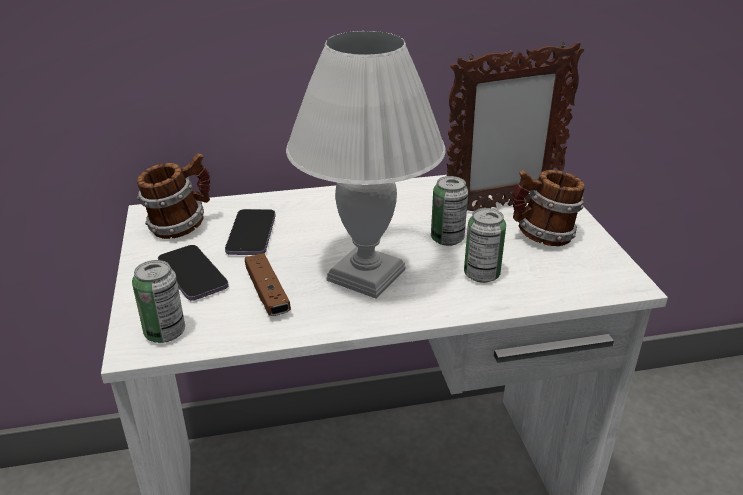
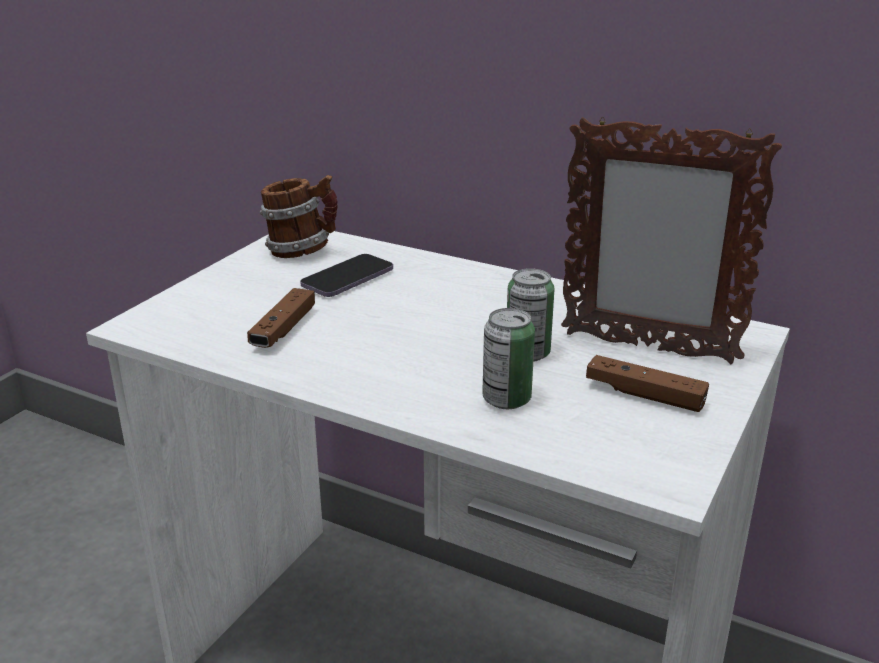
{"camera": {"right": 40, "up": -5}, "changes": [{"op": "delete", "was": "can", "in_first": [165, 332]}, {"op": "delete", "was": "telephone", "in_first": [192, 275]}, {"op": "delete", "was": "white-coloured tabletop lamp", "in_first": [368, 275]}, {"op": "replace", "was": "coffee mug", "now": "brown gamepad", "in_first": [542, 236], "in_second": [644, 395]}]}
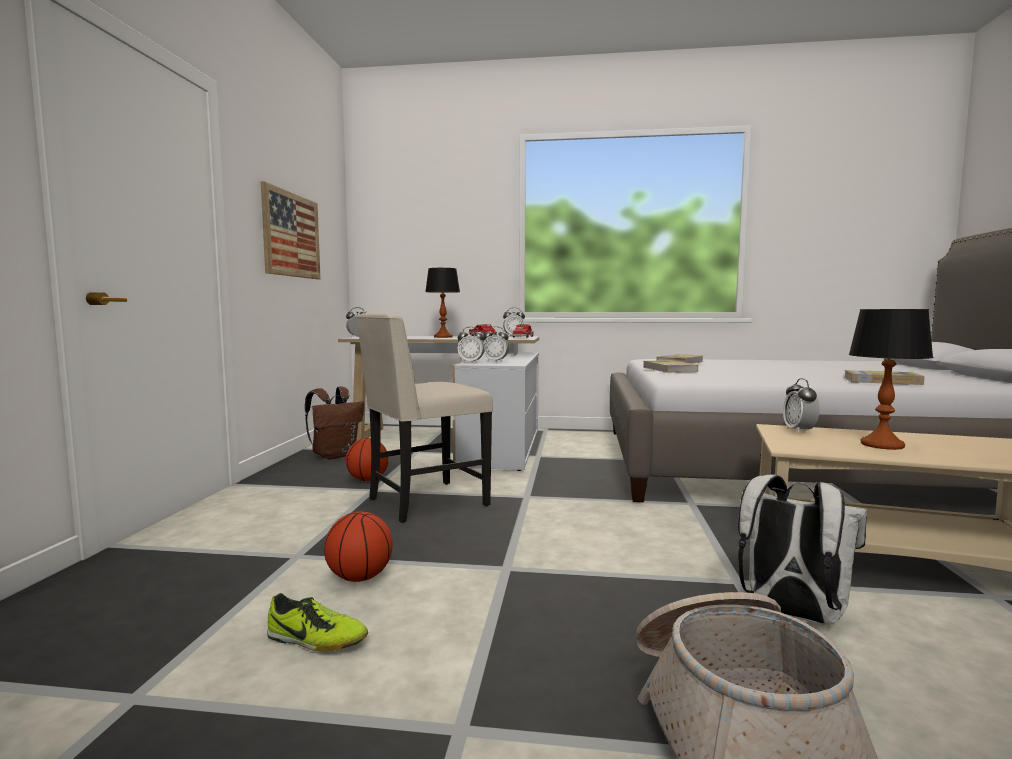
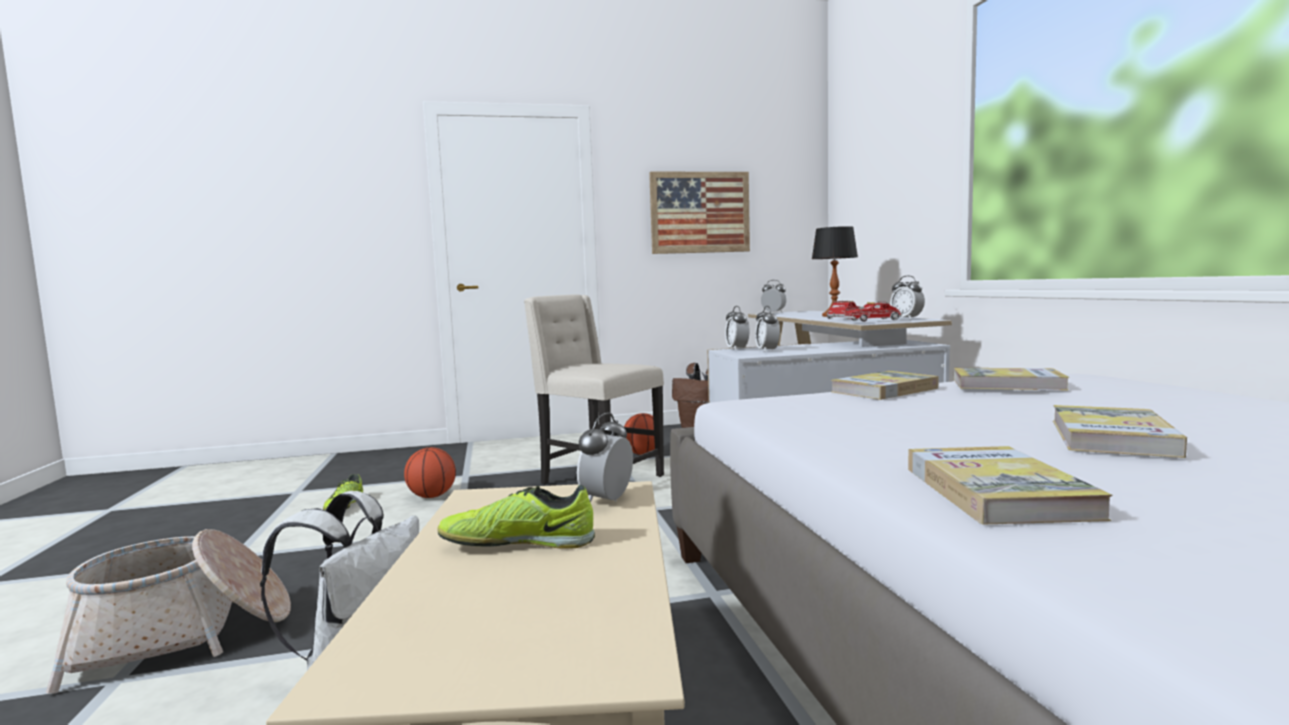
{"camera": {"right": 70, "up": 0}, "changes": [{"op": "insert", "now": "bound book", "in_second": [1111, 437]}, {"op": "replace", "was": "tabletop lamp", "now": "low shoe", "in_first": [882, 445], "in_second": [518, 543]}, {"op": "rotate", "was": "bedside clock", "in_first": [799, 431], "in_second": [607, 500], "clockwise": -45}]}
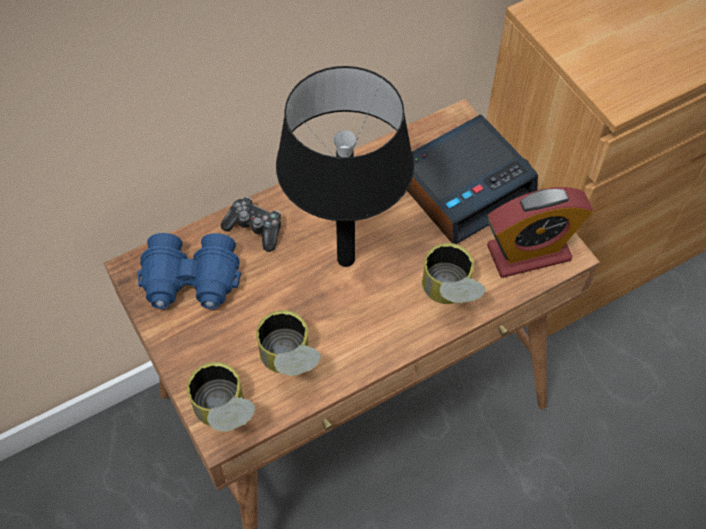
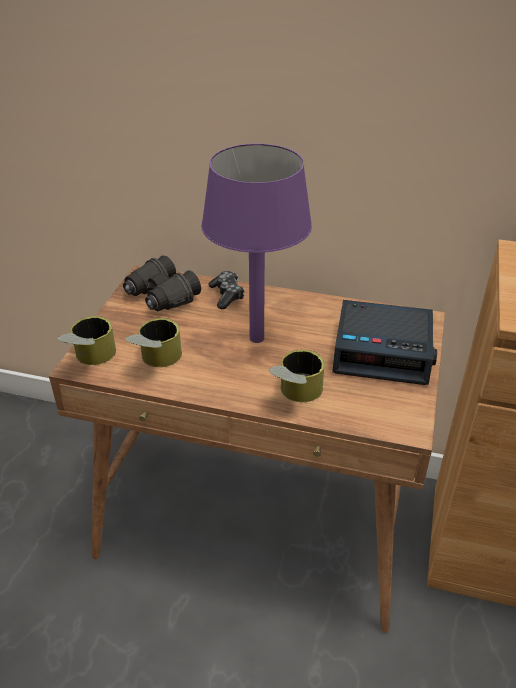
{"camera": {"right": 45, "up": -20}, "changes": [{"op": "delete", "was": "bedside clock", "in_first": [529, 253]}, {"op": "recolor", "was": "blue pair of binoculars", "now": "black-coloured pair of binoculars", "in_first": [191, 282], "in_second": [161, 297]}, {"op": "recolor", "was": "black-coloured tabletop lamp", "now": "purplish tabletop lamp", "in_first": [345, 259], "in_second": [256, 338]}]}
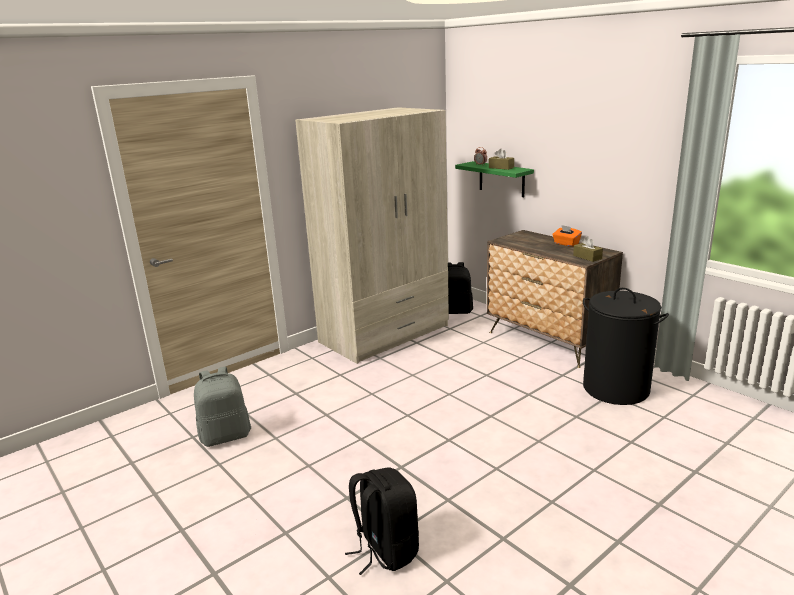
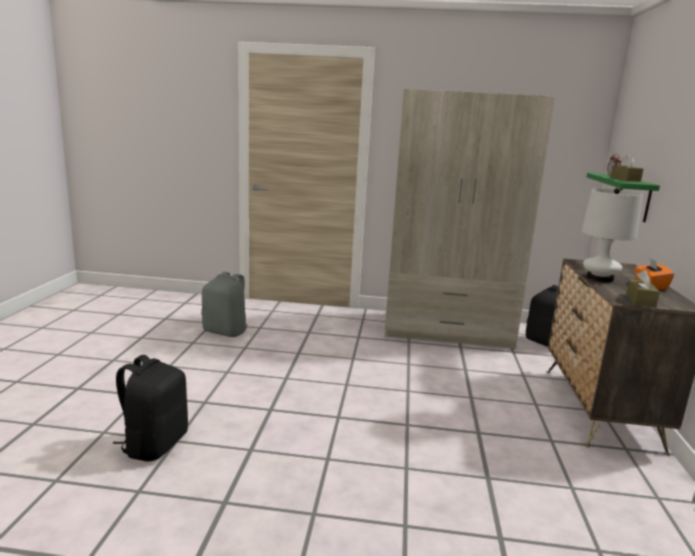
{"camera": {"right": 45, "up": -5}, "changes": [{"op": "delete", "was": "black-coloured laundry basket", "in_first": [616, 388]}, {"op": "insert", "now": "white-coloured tabletop lamp", "in_second": [599, 278]}]}
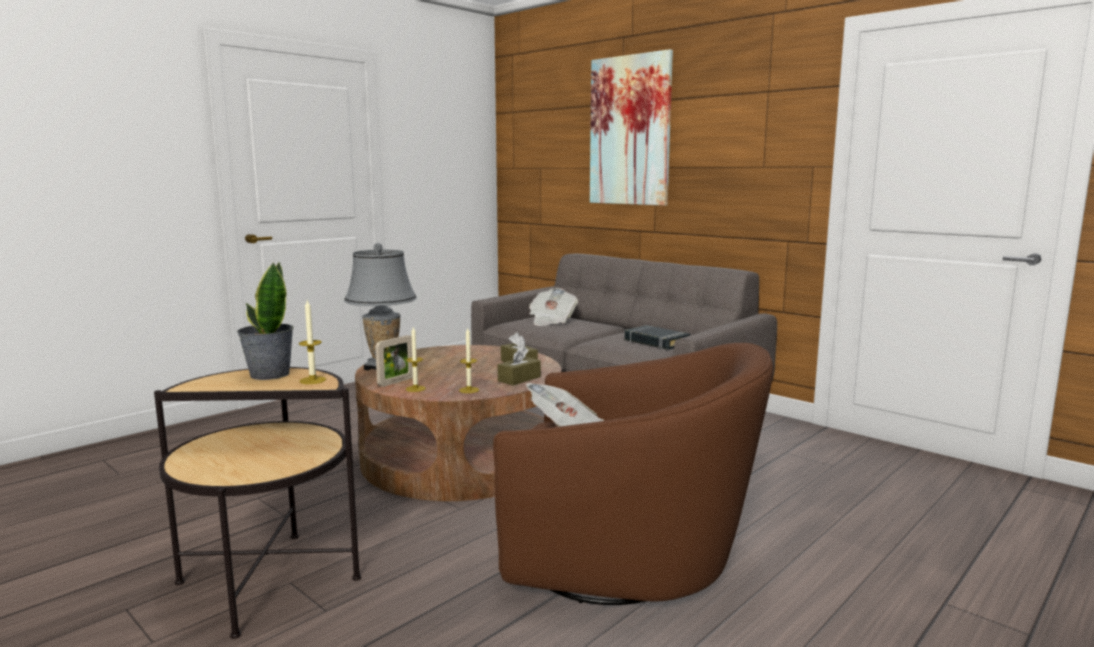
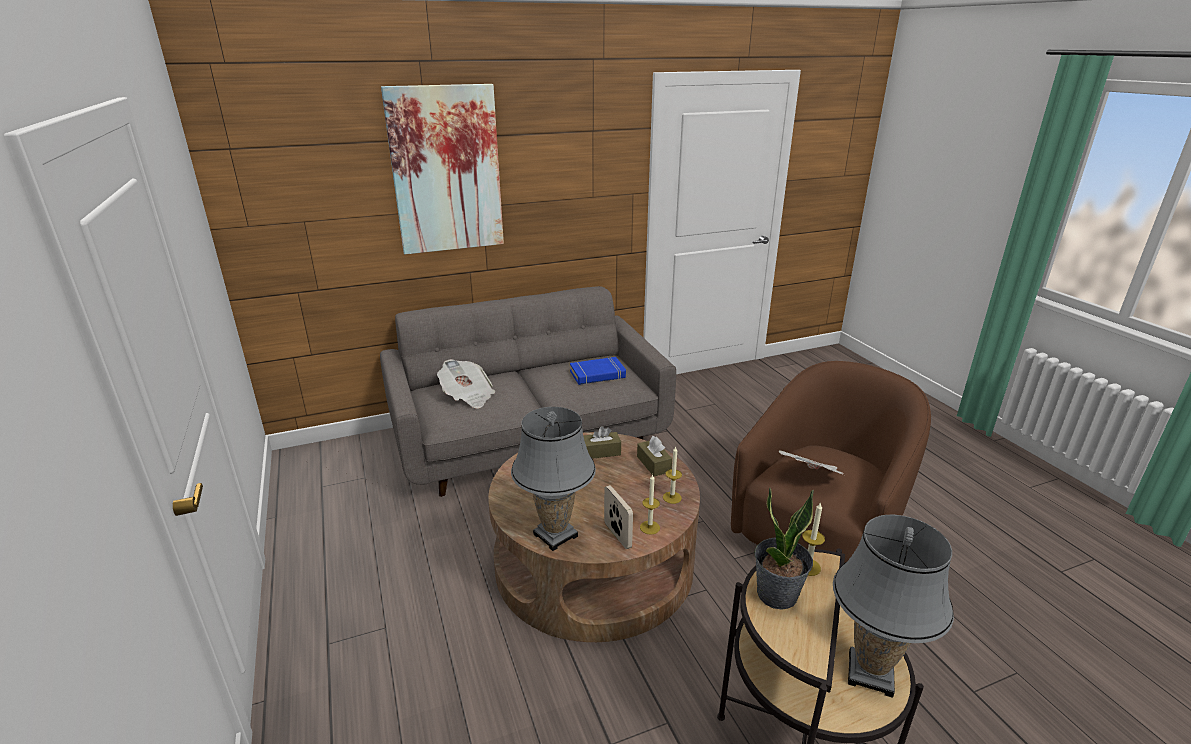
{"camera": {"right": -65, "up": 15}, "changes": [{"op": "insert", "now": "grey tabletop lamp", "in_second": [870, 674]}, {"op": "recolor", "was": "black-coloured bound book", "now": "blue bound book", "in_first": [656, 342], "in_second": [597, 375]}]}
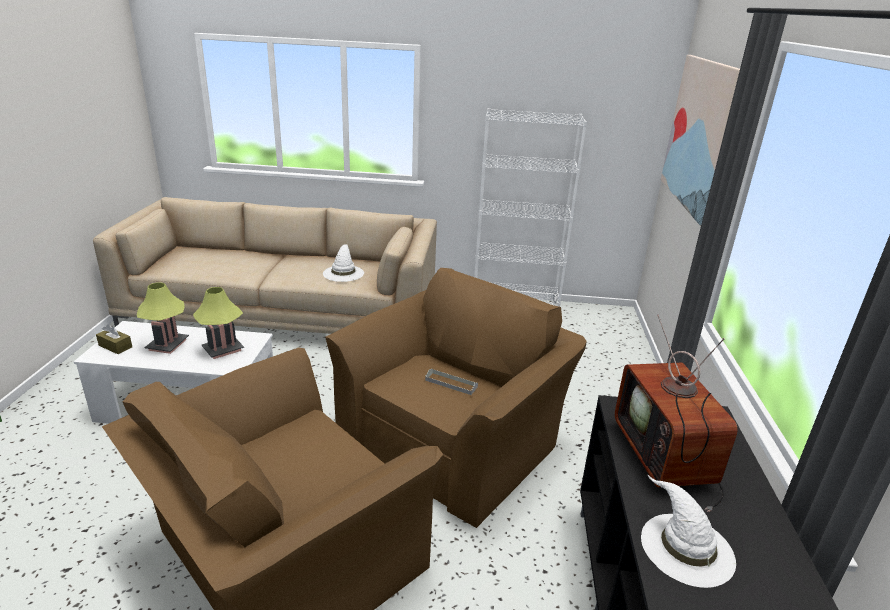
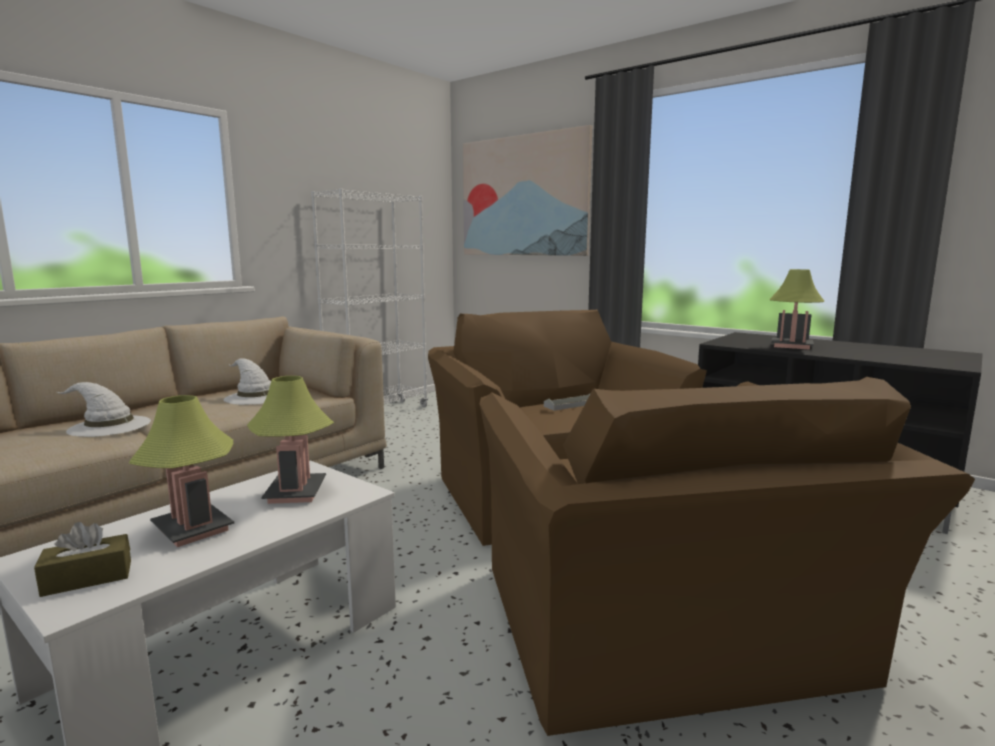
{"camera": {"right": -55, "up": -15}, "changes": [{"op": "move", "was": "white-coloured wearable hat", "in_first": [685, 547], "in_second": [108, 426]}, {"op": "replace", "was": "television", "now": "tabletop lamp", "in_first": [667, 457], "in_second": [791, 346]}]}
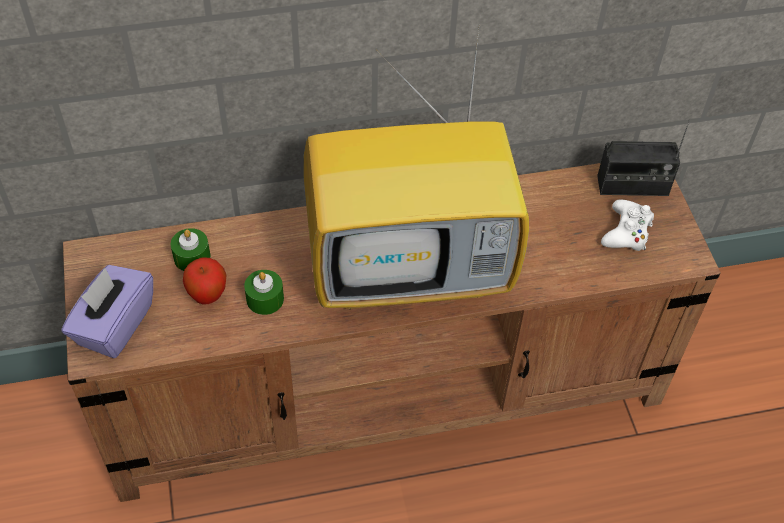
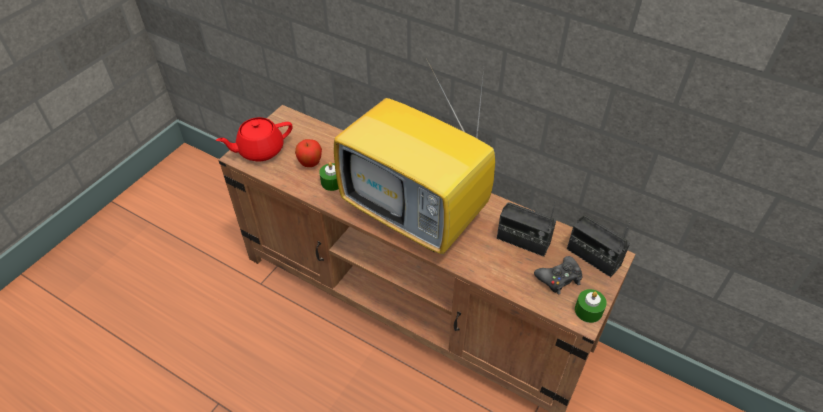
{"camera": {"right": 45, "up": -5}, "changes": [{"op": "insert", "now": "radio set", "in_second": [523, 241]}, {"op": "move", "was": "greenish candle", "in_first": [192, 257], "in_second": [588, 310]}, {"op": "replace", "was": "purplish box of tissues", "now": "reddish tea pot", "in_first": [114, 325], "in_second": [260, 150]}, {"op": "recolor", "was": "white-coloured gamepad", "now": "black-coloured gamepad", "in_first": [627, 232], "in_second": [559, 278]}]}
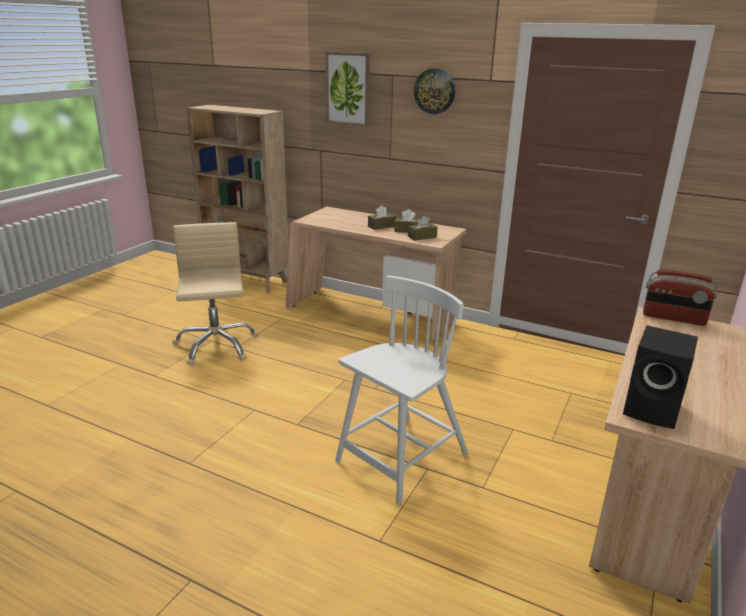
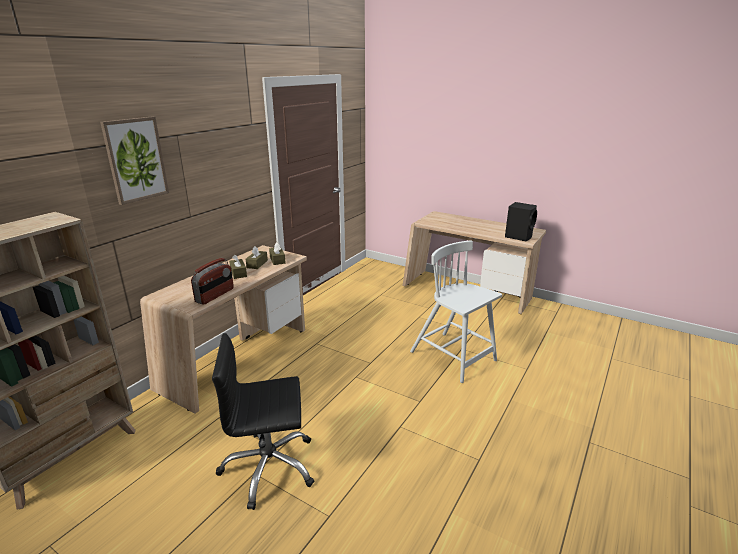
{"camera": {"right": -85, "up": 0}, "changes": [{"op": "delete", "was": "wall clock", "in_first": [434, 91]}, {"op": "move", "was": "radio set", "in_first": [673, 318], "in_second": [215, 295]}, {"op": "recolor", "was": "beige computer chair", "now": "black-coloured computer chair", "in_first": [216, 345], "in_second": [269, 467]}]}
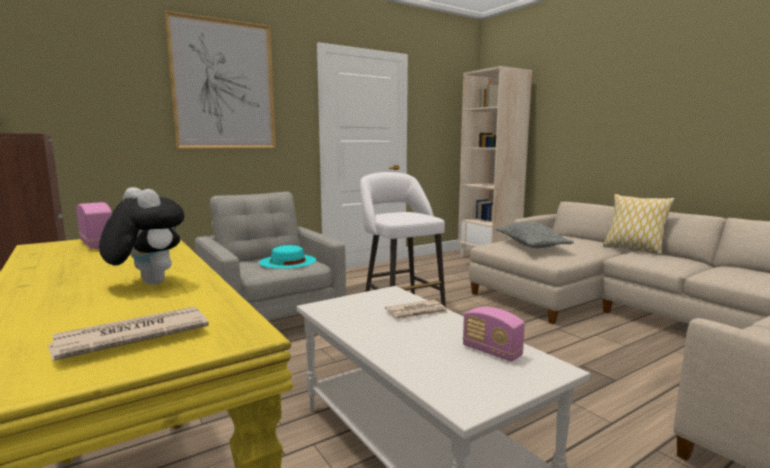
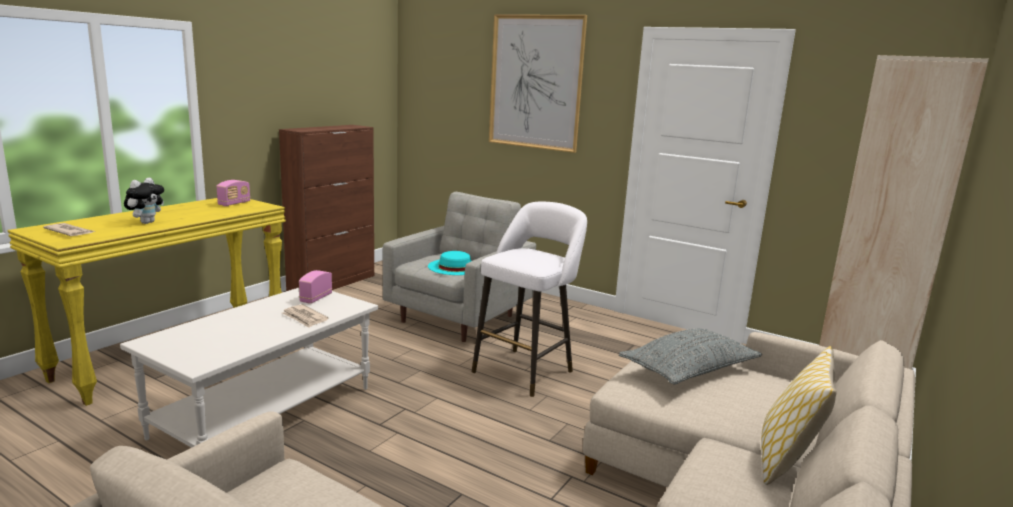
{"camera": {"right": 65, "up": 5}, "changes": [{"op": "move", "was": "radio set", "in_first": [491, 351], "in_second": [316, 298]}]}
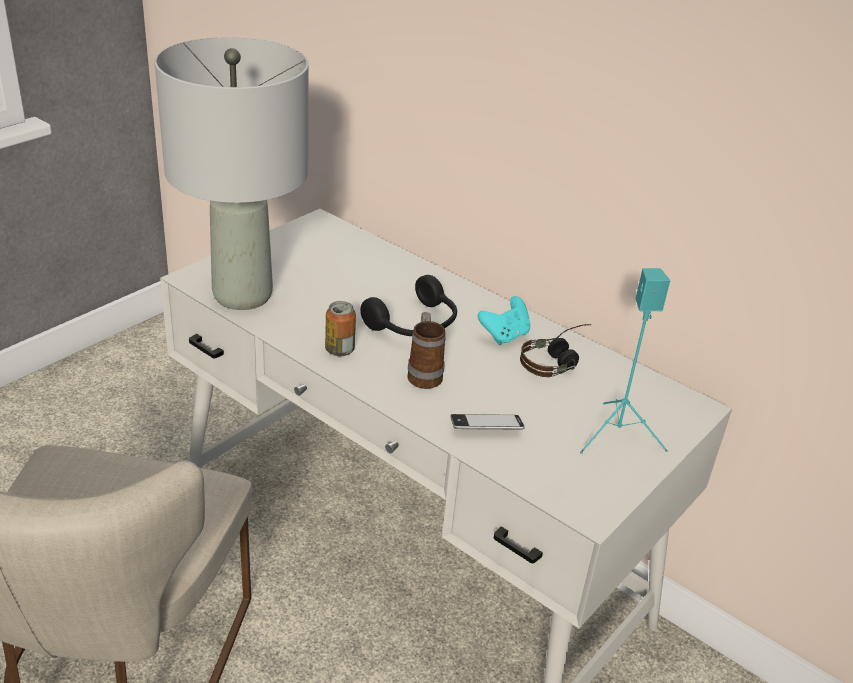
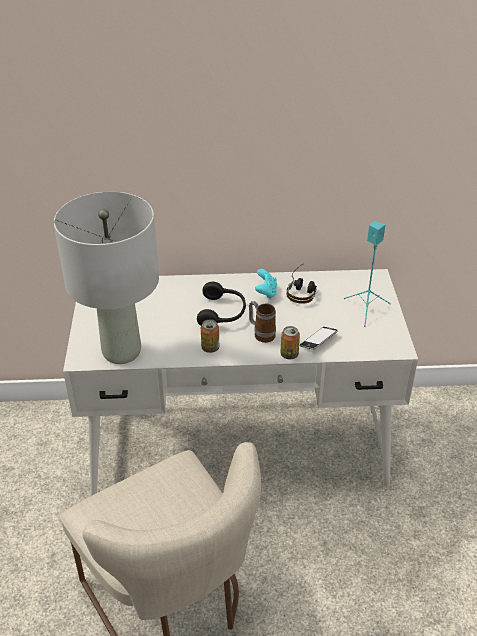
{"camera": {"right": -40, "up": 5}, "changes": [{"op": "insert", "now": "can", "in_second": [289, 354]}]}
